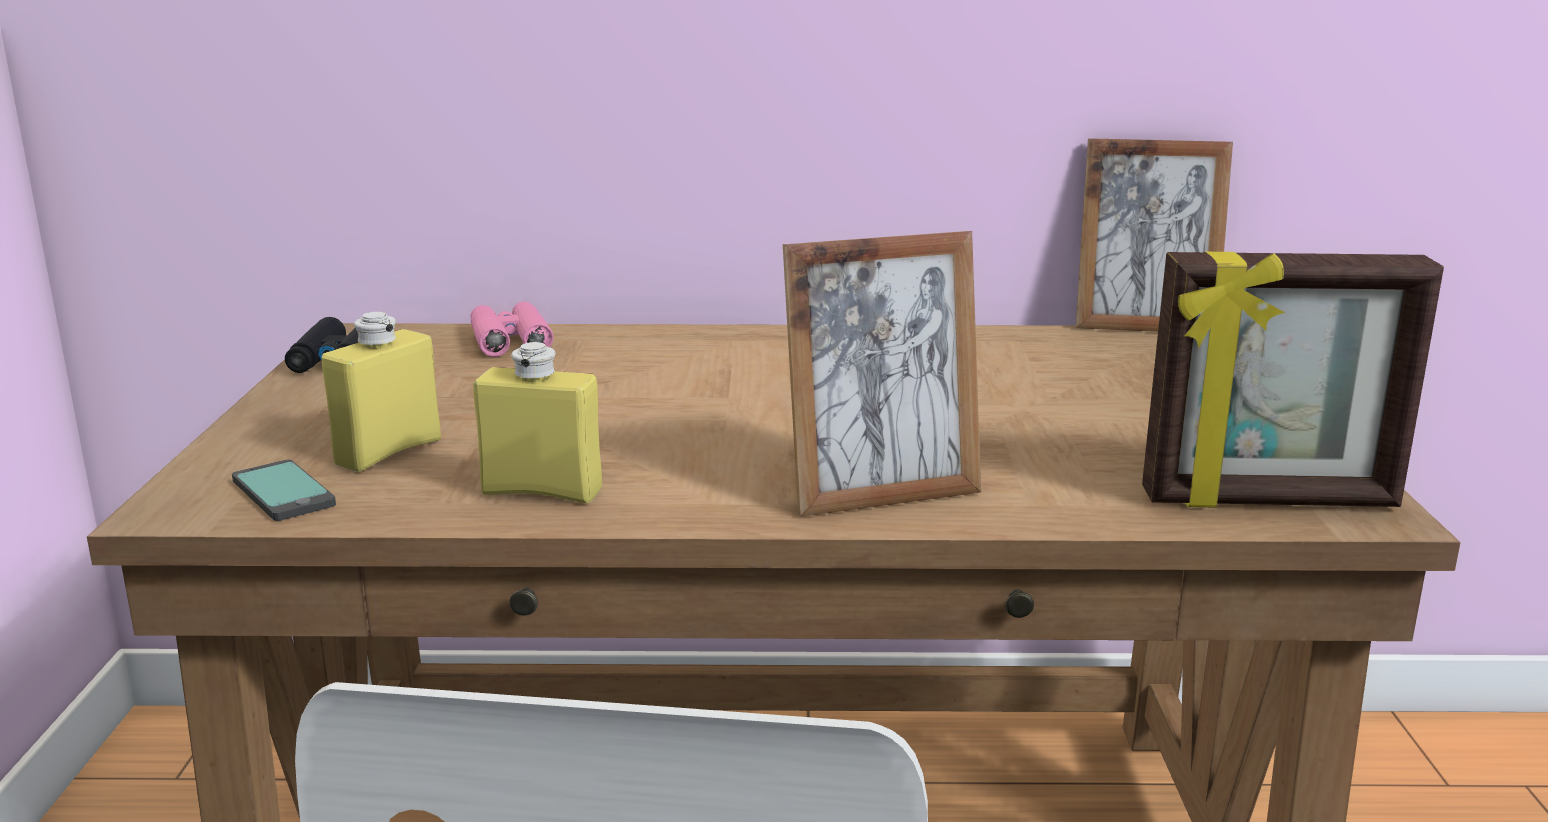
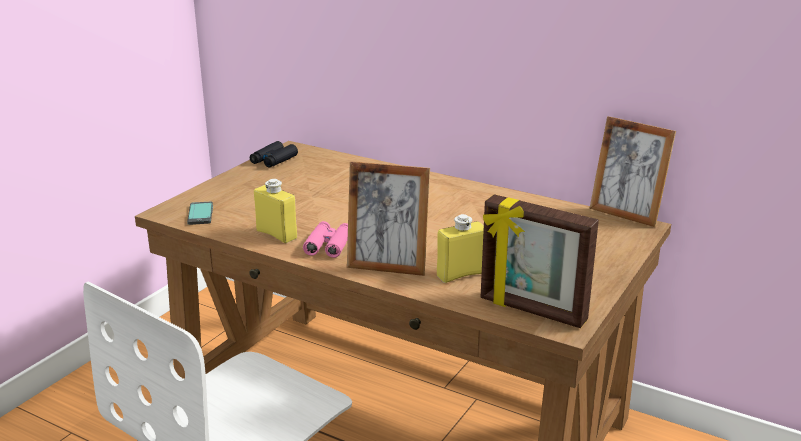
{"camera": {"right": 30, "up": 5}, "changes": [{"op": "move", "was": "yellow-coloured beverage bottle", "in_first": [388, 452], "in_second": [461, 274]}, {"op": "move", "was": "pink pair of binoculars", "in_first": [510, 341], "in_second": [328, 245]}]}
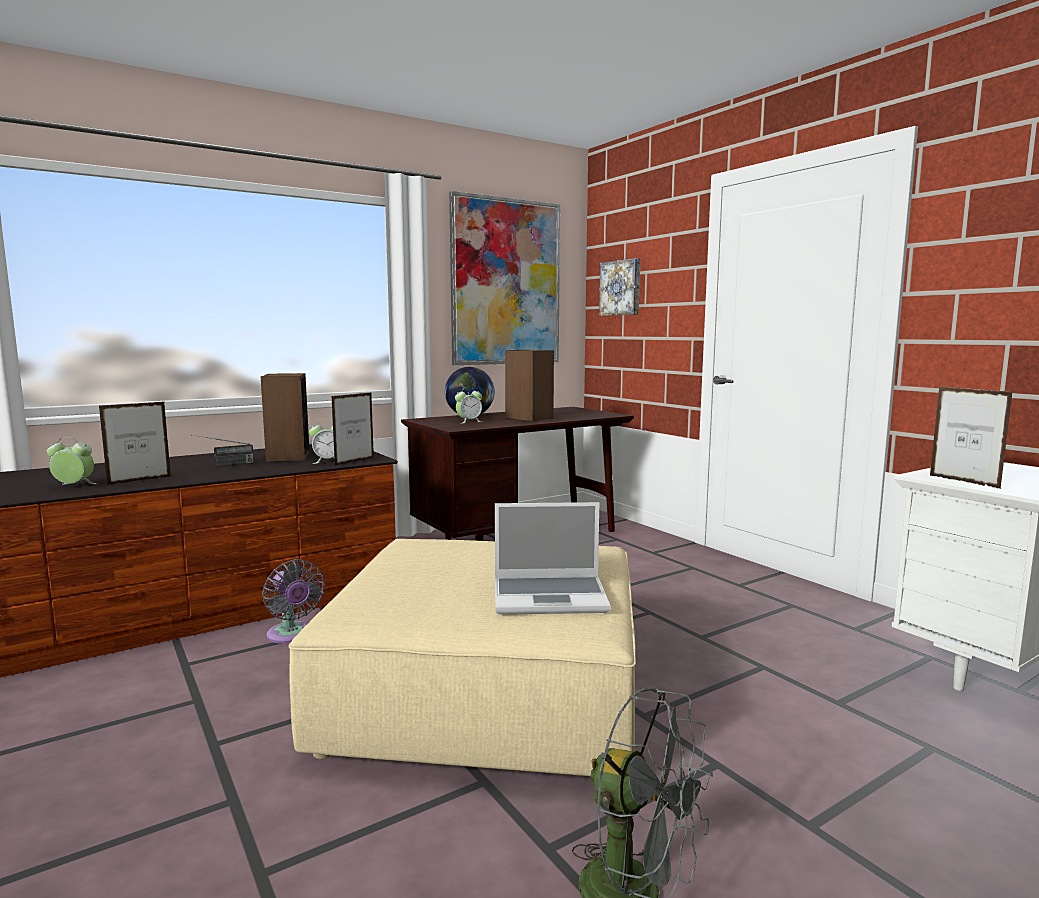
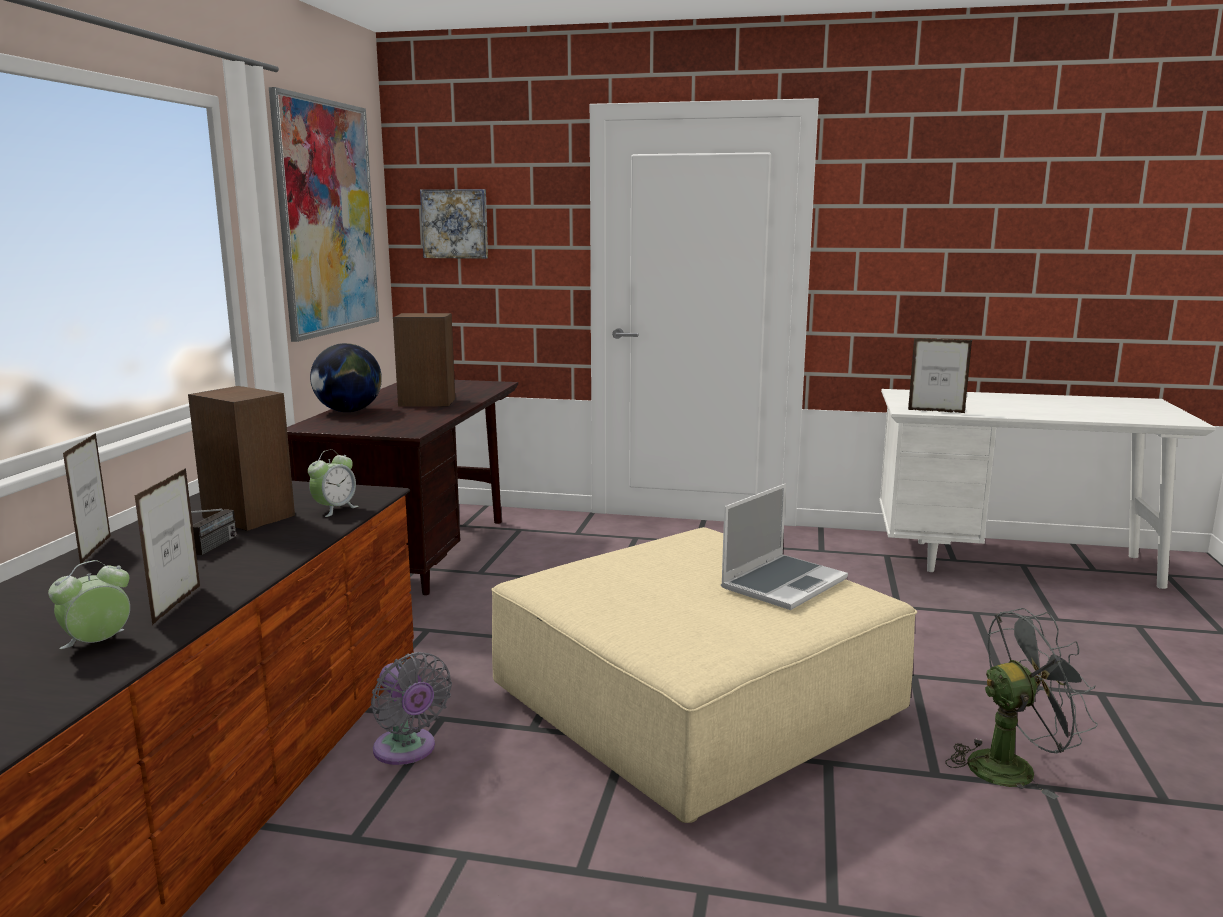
{"camera": {"right": -45, "up": 5}, "changes": [{"op": "delete", "was": "bedside clock", "in_first": [469, 422]}, {"op": "move", "was": "standing frame", "in_first": [354, 461], "in_second": [96, 550]}, {"op": "rotate", "was": "grey electric fan", "in_first": [292, 635], "in_second": [407, 751], "clockwise": 45}]}
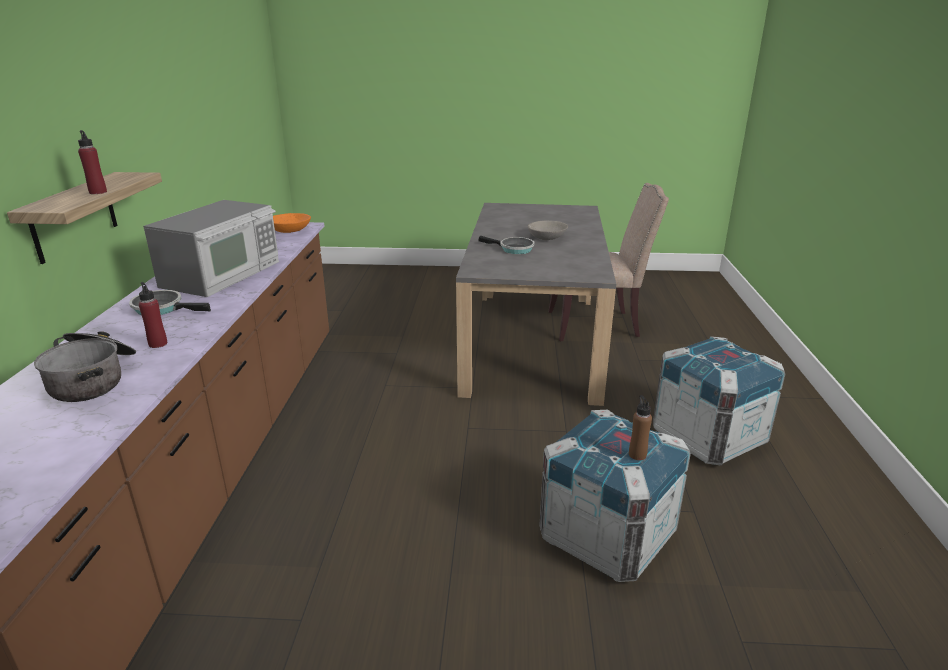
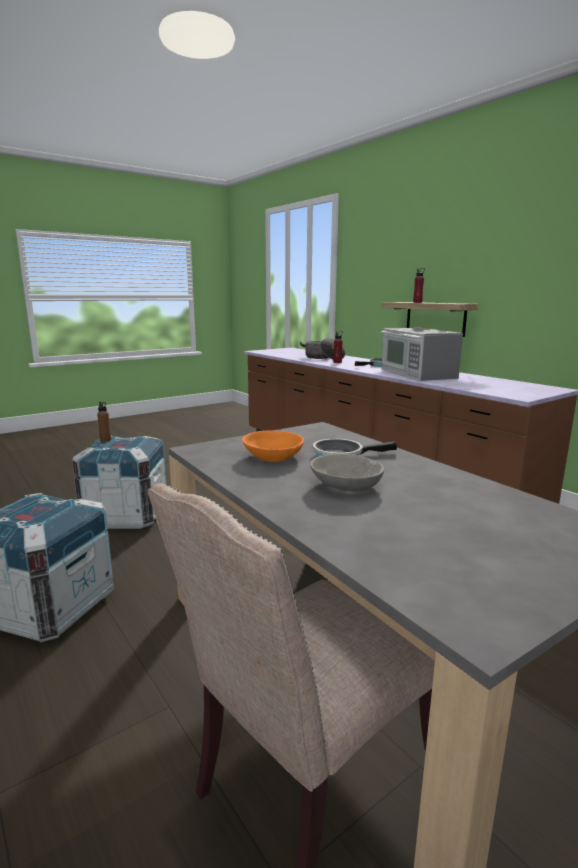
{"camera": {"right": 140, "up": -10}, "changes": [{"op": "move", "was": "orange deep dish", "in_first": [290, 230], "in_second": [273, 456]}]}
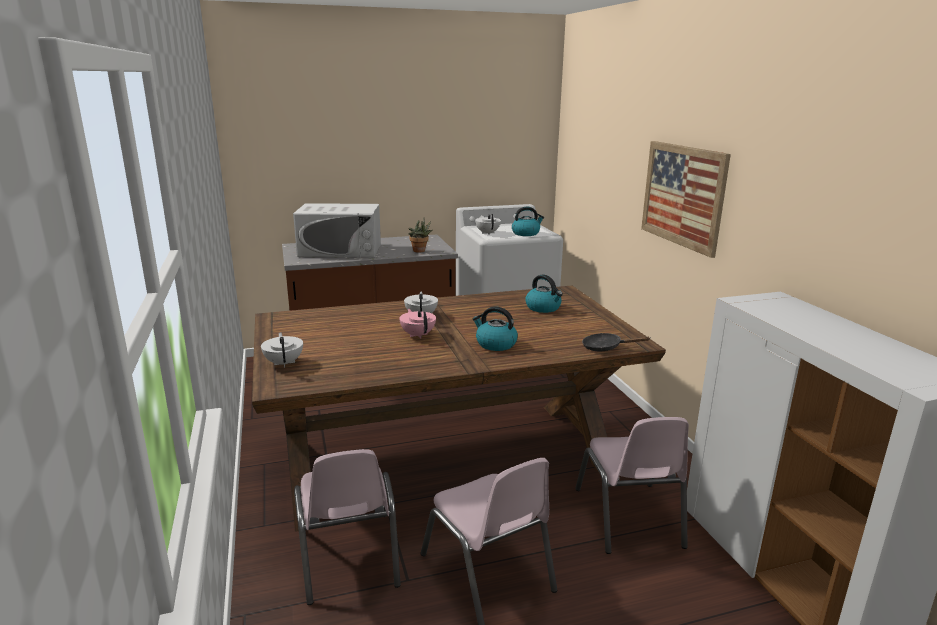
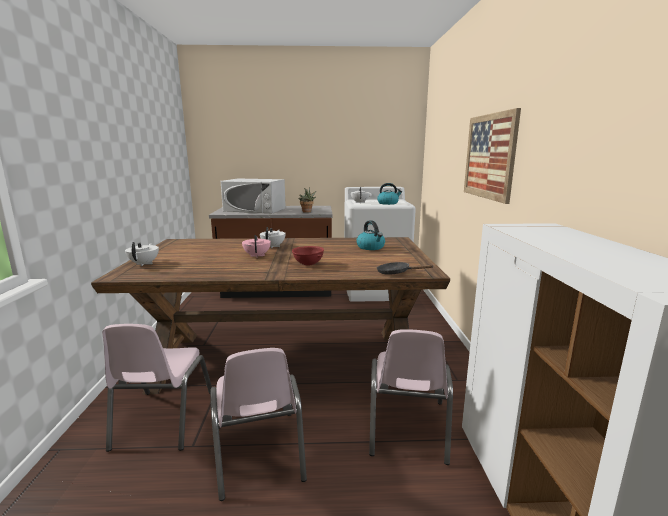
{"camera": {"right": 15, "up": -5}, "changes": [{"op": "replace", "was": "tea kettle", "now": "reddish deep dish", "in_first": [495, 344], "in_second": [308, 264]}]}
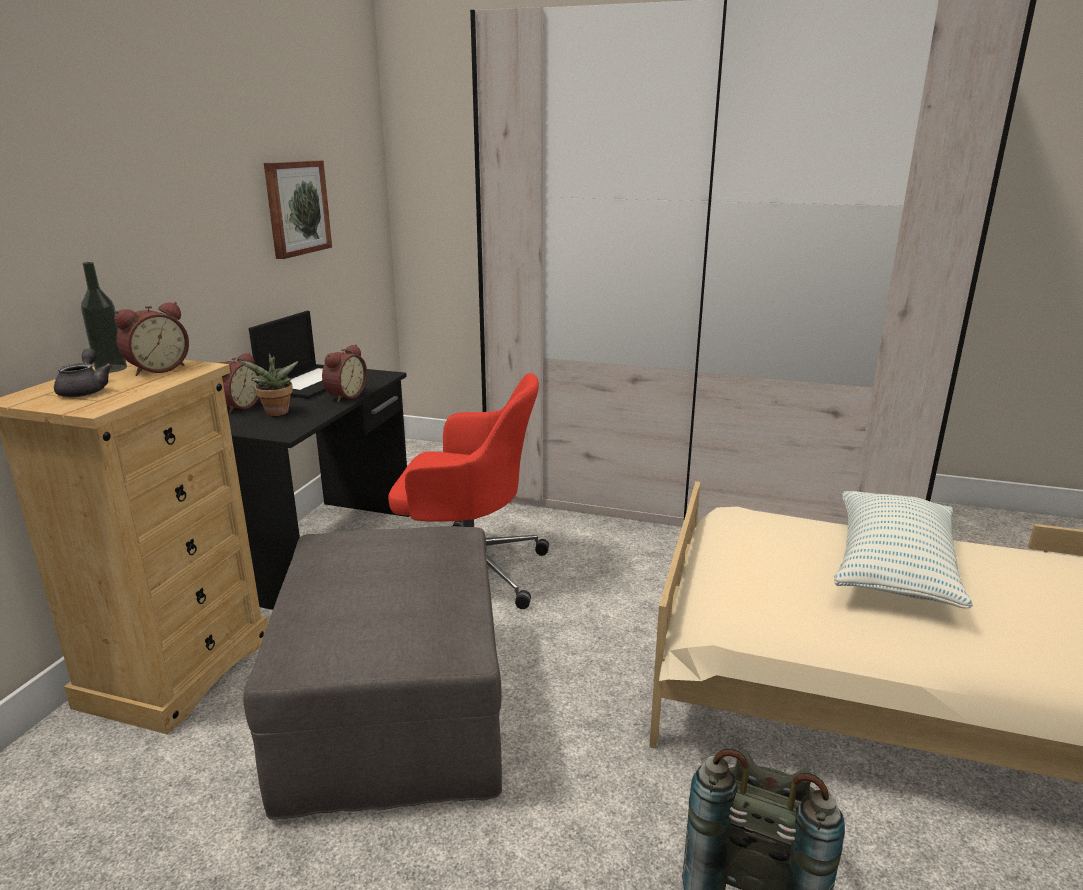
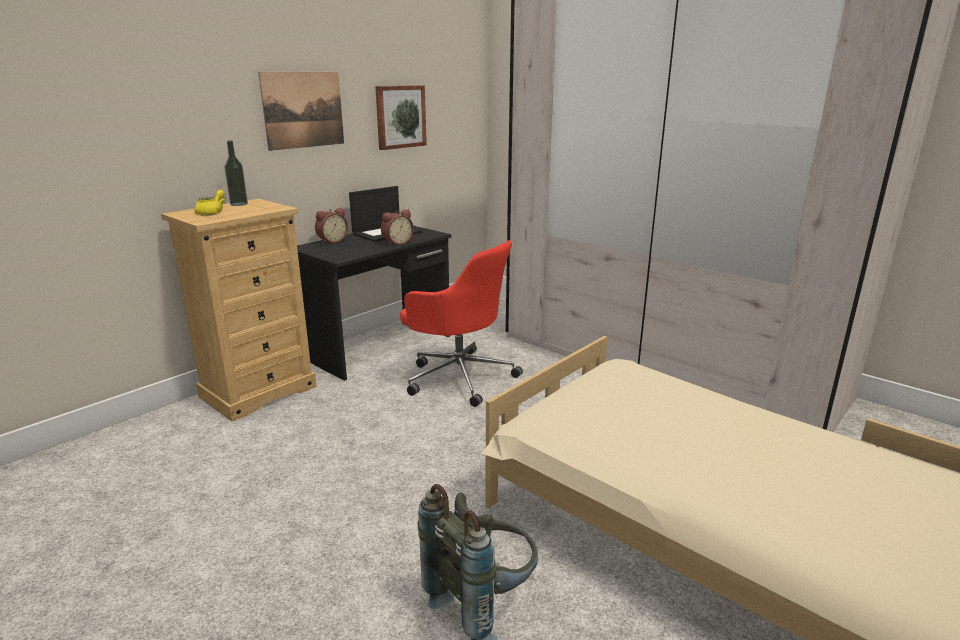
{"camera": {"right": 25, "up": 0}, "changes": [{"op": "delete", "was": "bedside clock", "in_first": [157, 369]}, {"op": "delete", "was": "potted plant", "in_first": [276, 413]}, {"op": "delete", "was": "grey footrest", "in_first": [396, 712]}, {"op": "delete", "was": "cushion", "in_first": [893, 568]}, {"op": "insert", "now": "picture", "in_second": [303, 110]}, {"op": "recolor", "was": "grey tea pot", "now": "yellow-coloured tea pot", "in_first": [86, 390], "in_second": [212, 213]}]}
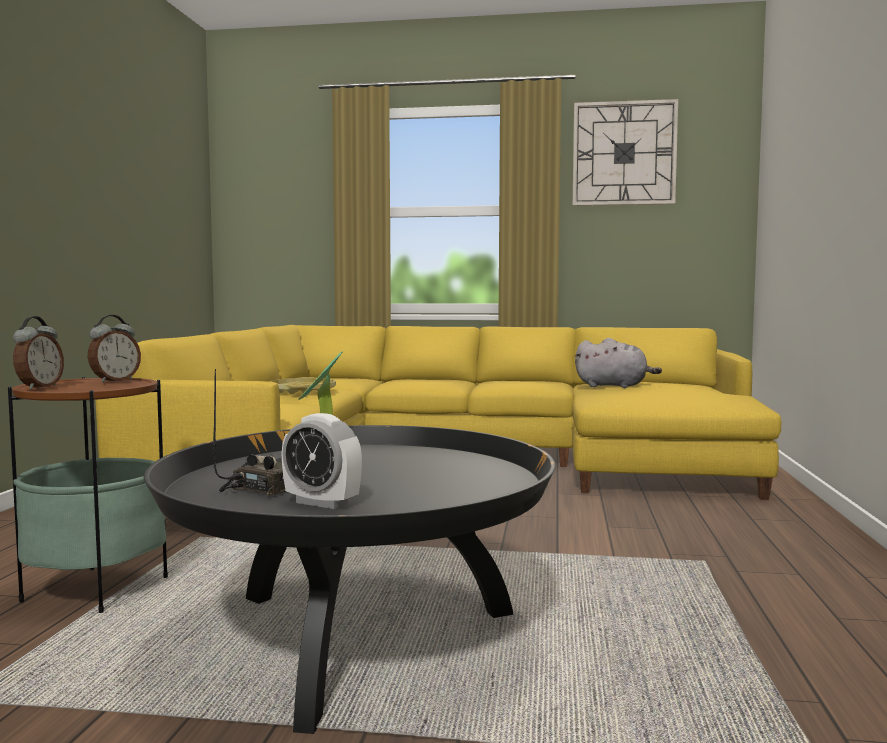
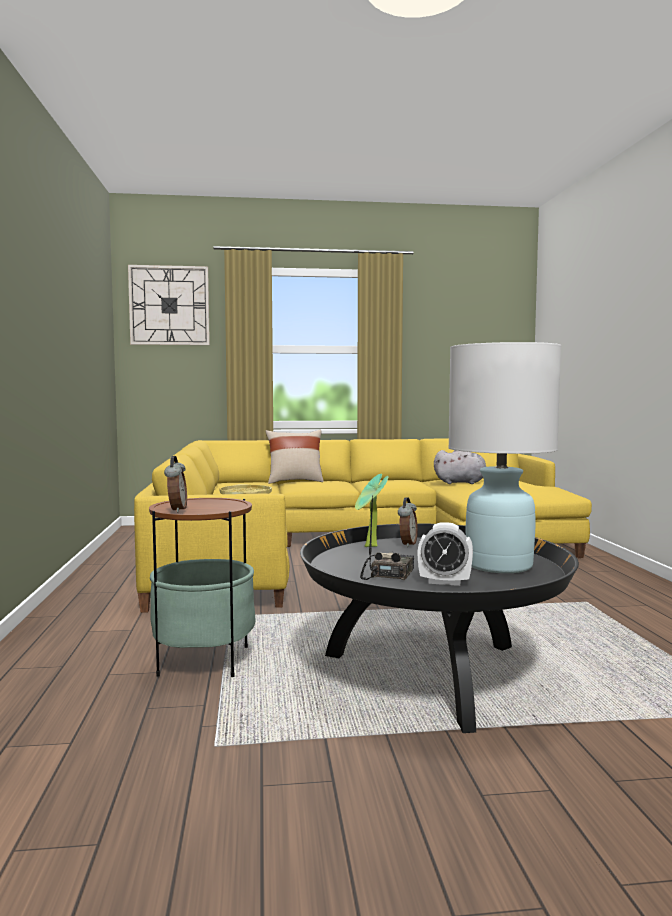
{"camera": {"right": -15, "up": 0}, "changes": [{"op": "insert", "now": "beige cushion", "in_second": [295, 481]}, {"op": "insert", "now": "white-coloured tabletop lamp", "in_second": [499, 565]}, {"op": "move", "was": "bedside clock", "in_first": [114, 381], "in_second": [407, 544]}, {"op": "move", "was": "wall clock", "in_first": [624, 153], "in_second": [169, 305]}]}
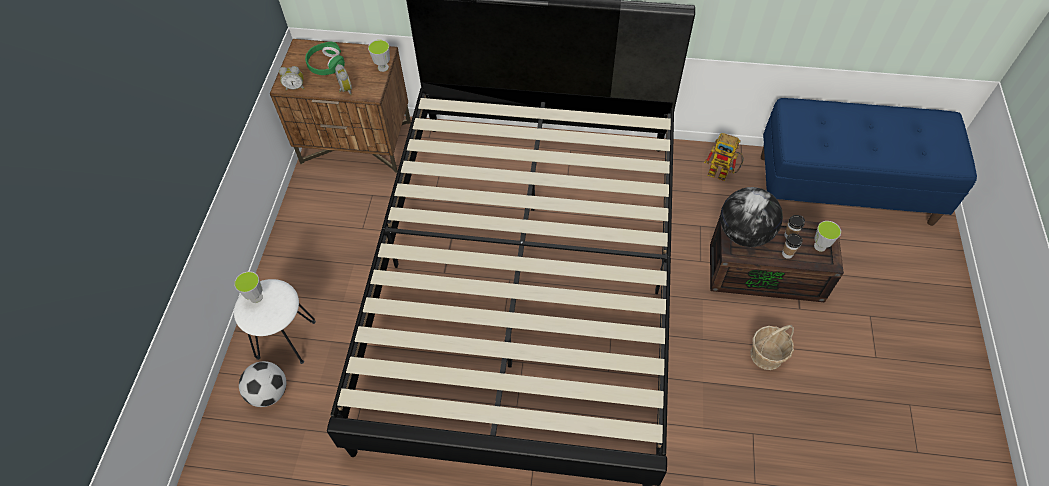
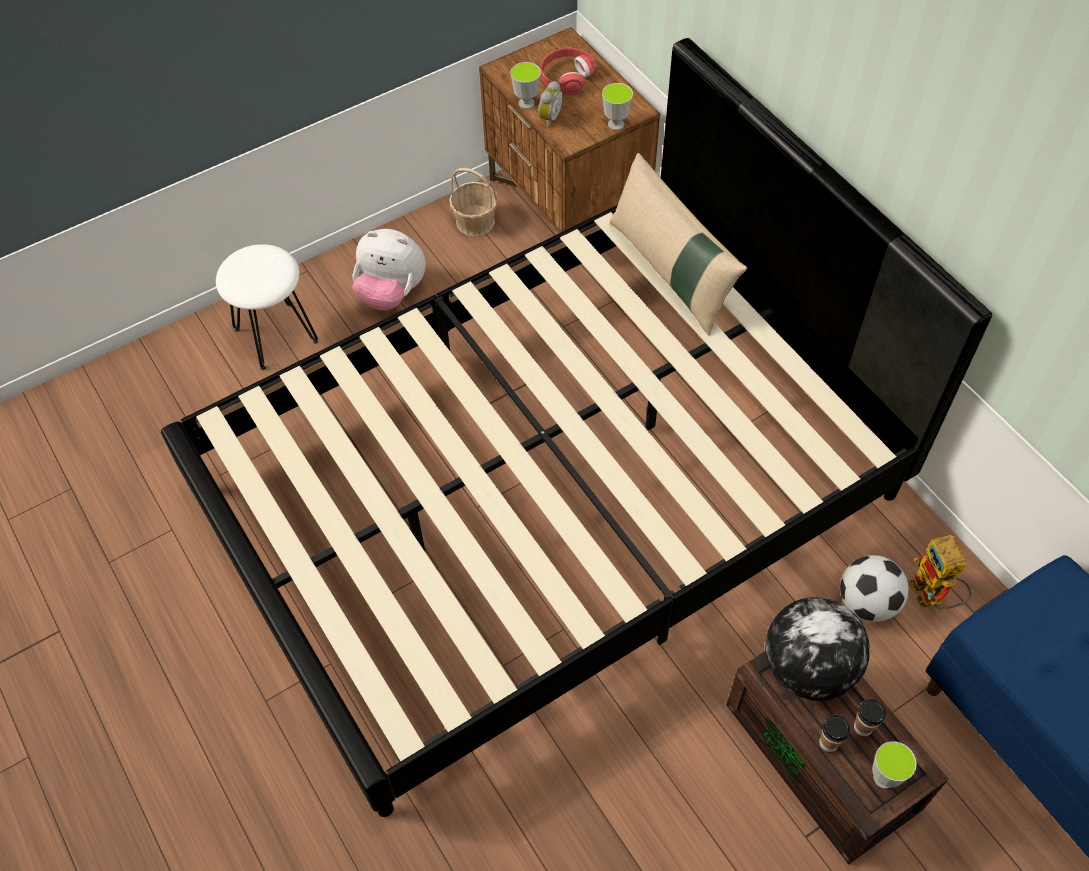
{"camera": {"right": 50, "up": 0}, "changes": [{"op": "delete", "was": "bedside clock", "in_first": [295, 87]}, {"op": "insert", "now": "plush toy", "in_second": [391, 293]}, {"op": "insert", "now": "beige cushion", "in_second": [671, 272]}, {"op": "move", "was": "drinking cup", "in_first": [256, 297], "in_second": [526, 103]}, {"op": "move", "was": "football ball", "in_first": [269, 392], "in_second": [867, 602]}, {"op": "move", "was": "household basket", "in_first": [767, 355], "in_second": [475, 222]}, {"op": "recolor", "was": "greenish headset", "now": "reddish headset", "in_first": [326, 64], "in_second": [566, 77]}]}
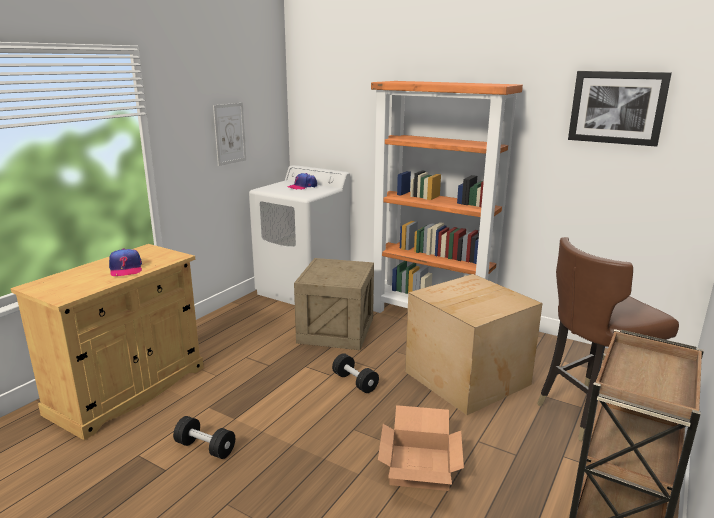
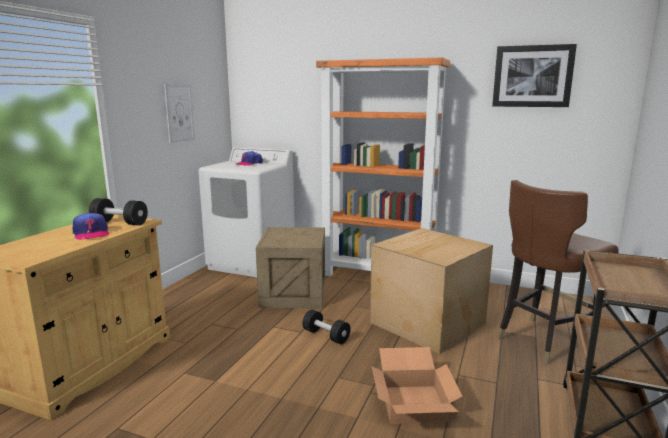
{"camera": {"right": -10, "up": -5}, "changes": [{"op": "move", "was": "black-coloured dumbbell", "in_first": [205, 448], "in_second": [119, 223]}]}
